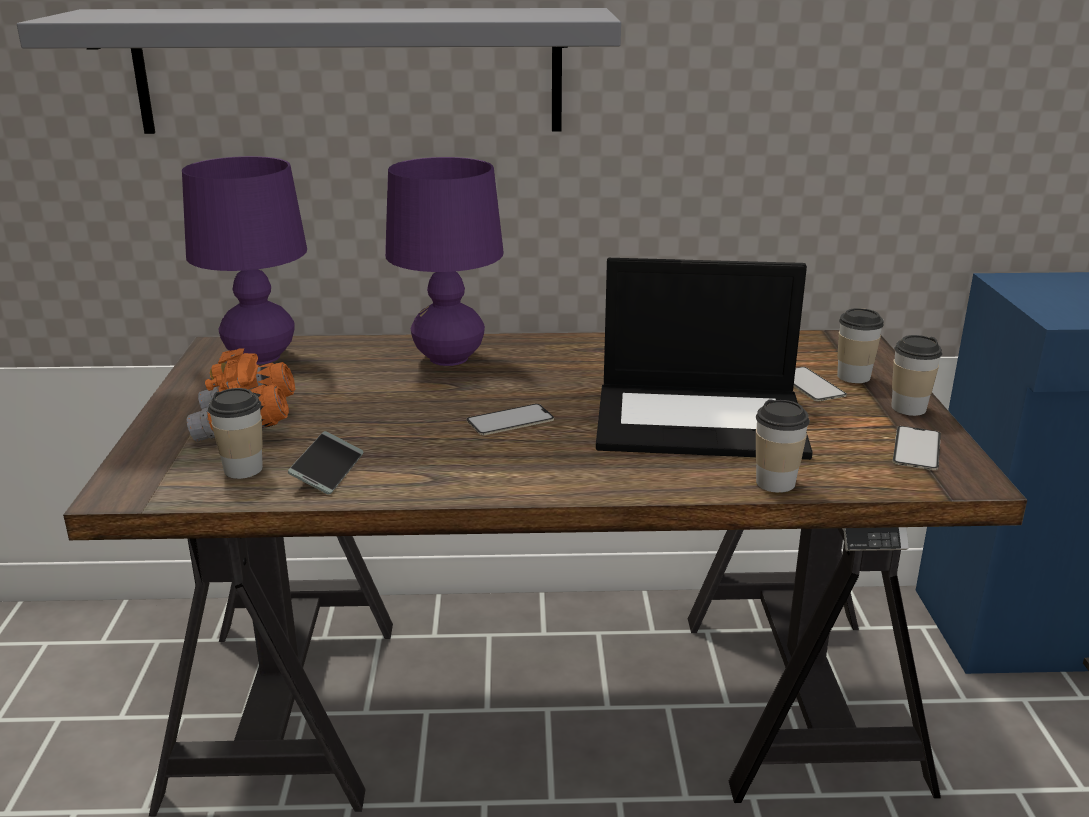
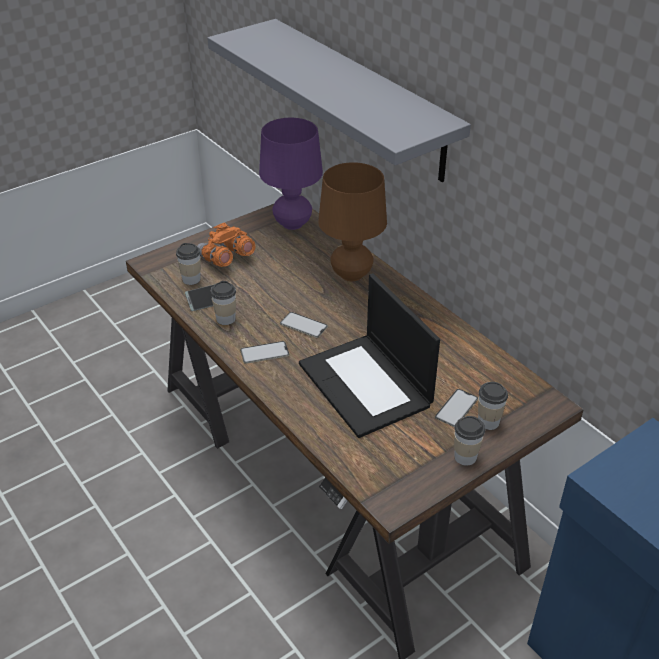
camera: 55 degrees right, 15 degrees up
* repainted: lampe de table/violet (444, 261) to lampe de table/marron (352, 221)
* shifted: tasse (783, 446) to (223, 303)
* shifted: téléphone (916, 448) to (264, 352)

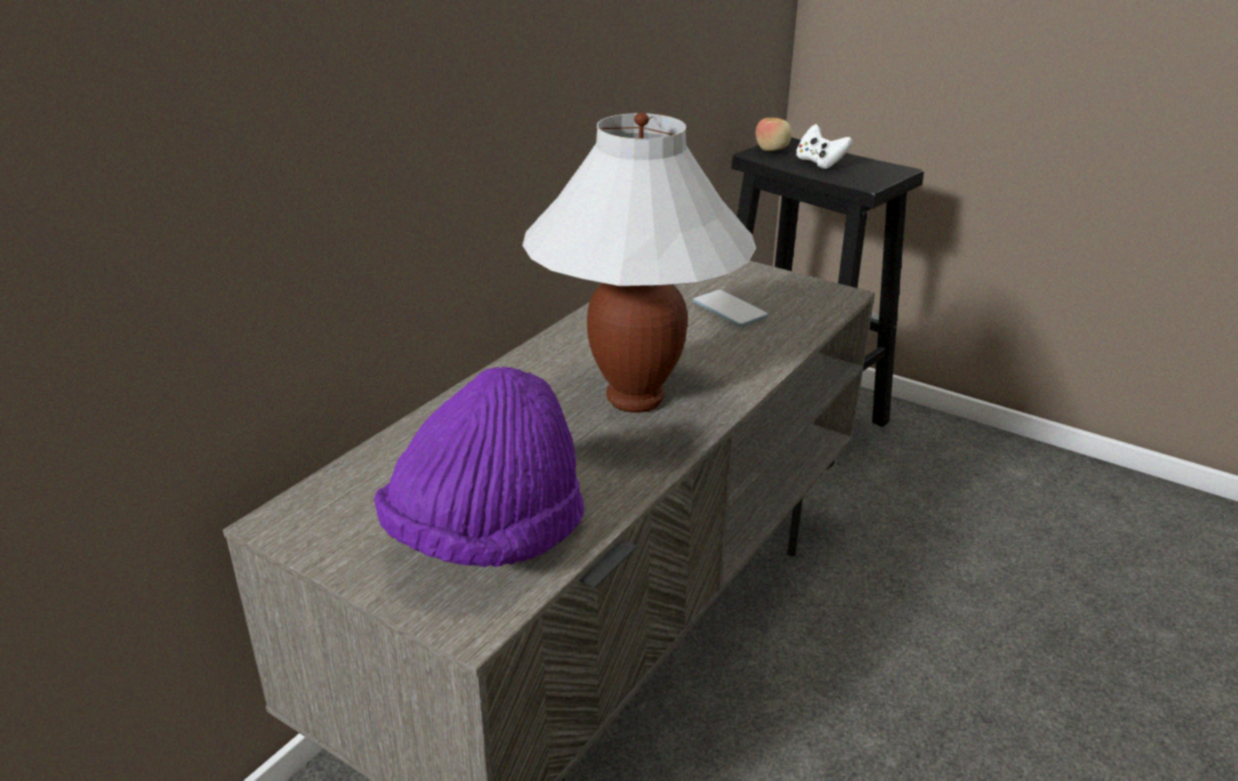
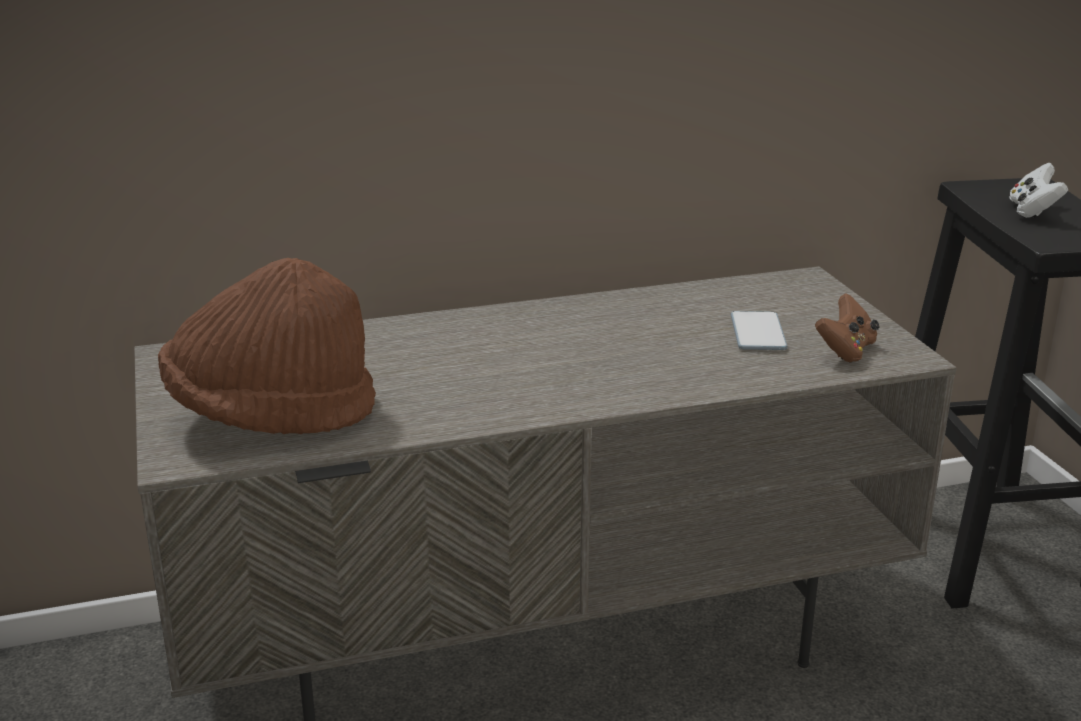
camera: 40 degrees right, 5 degrees down
* repainted: chapeau/violet (479, 467) to chapeau/marron (267, 346)
* gone: lampe de table/blanc (639, 263)
* gone: pomme (773, 134)
* new: manette/marron (847, 328)

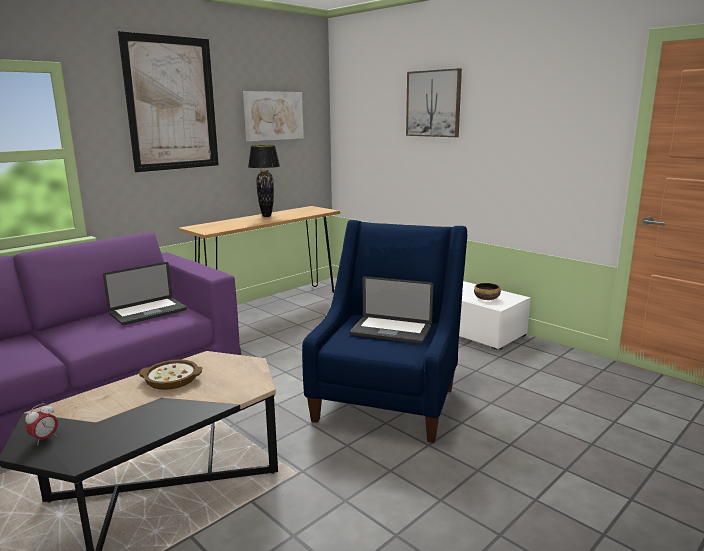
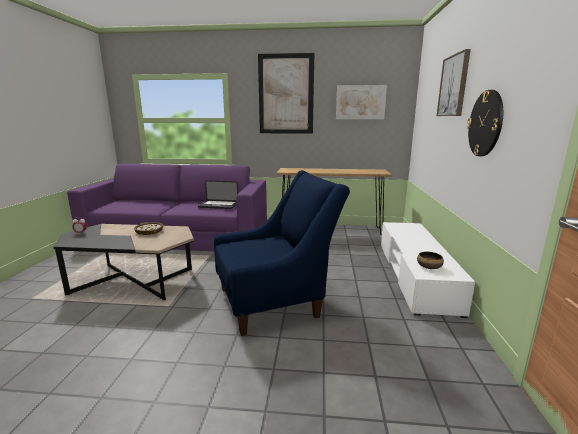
camera: 50 degrees right, 0 degrees up
* gone: lampe de table/noir (264, 181)
* gone: ordinateur portable (391, 310)
* new: horloge murale (485, 123)

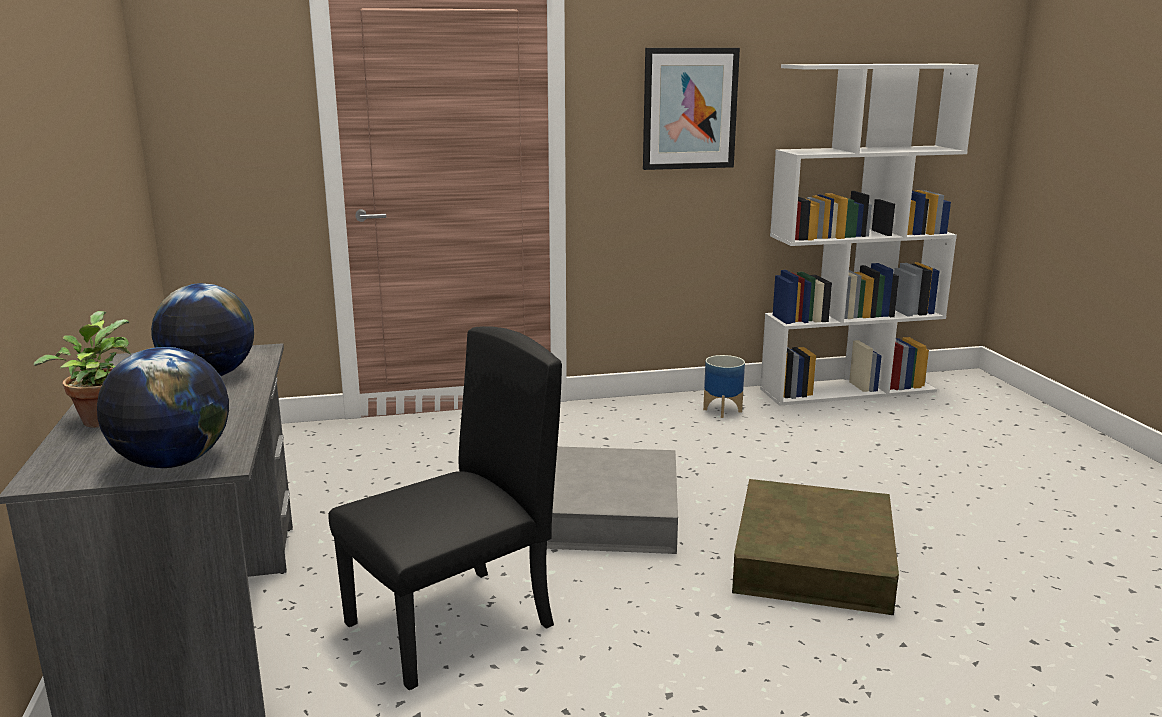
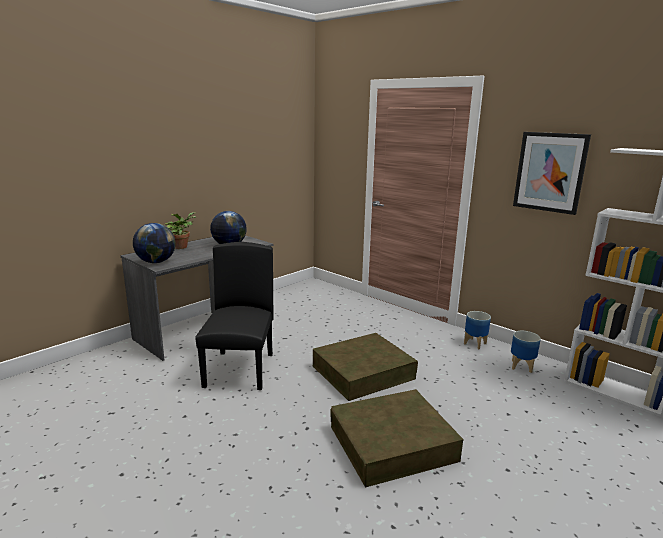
camera: 55 degrees right, 0 degrees up
* rotated: chaise/noir (445, 508) = (234, 316) 105 degrees counterclockwise
* repainted: boîte de rangement/gris (612, 500) to boîte de rangement/marron (365, 367)
* new: cache-pot (477, 330)

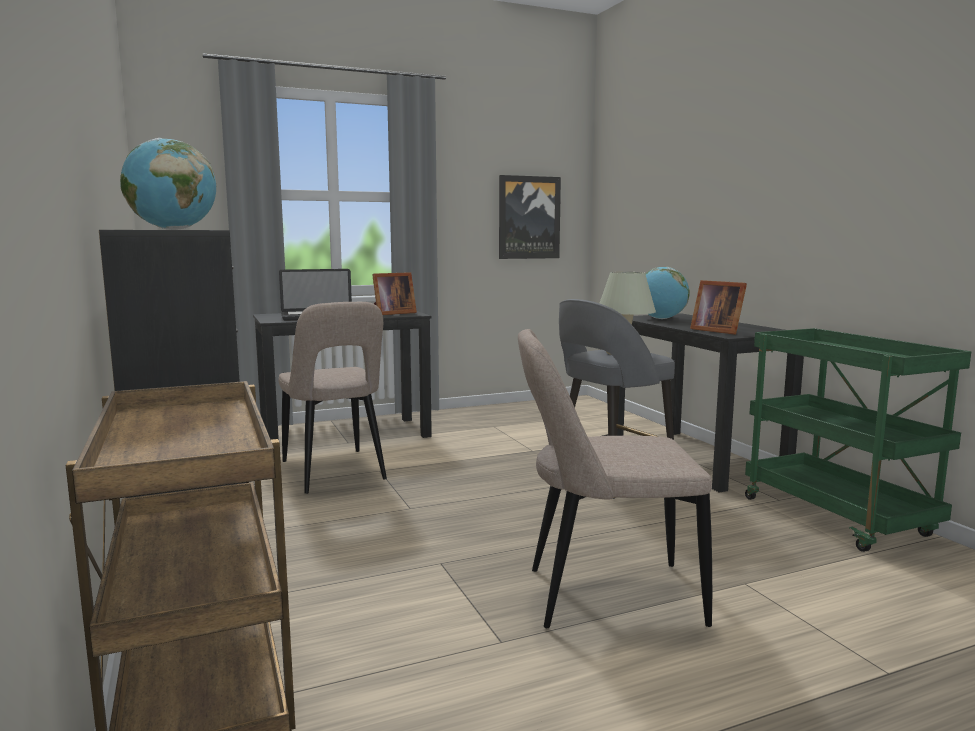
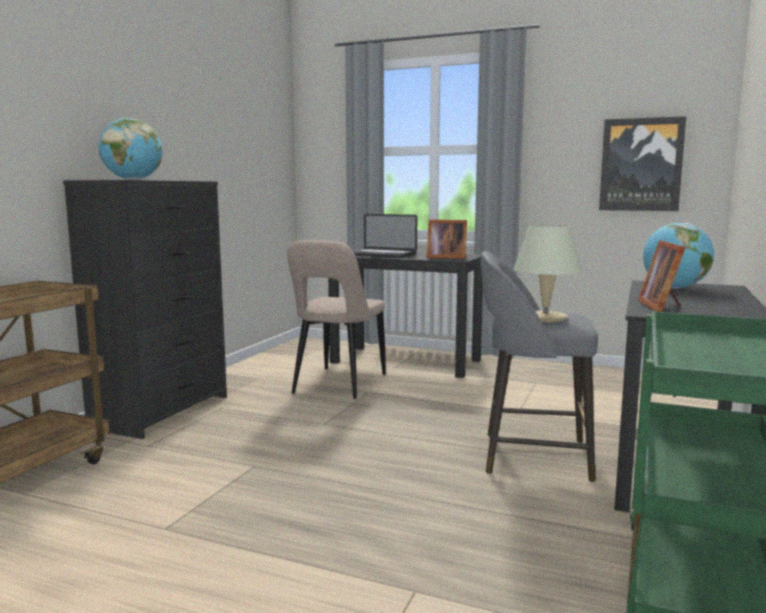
camera: 45 degrees right, 0 degrees up
* gone: chaise/beige (615, 478)

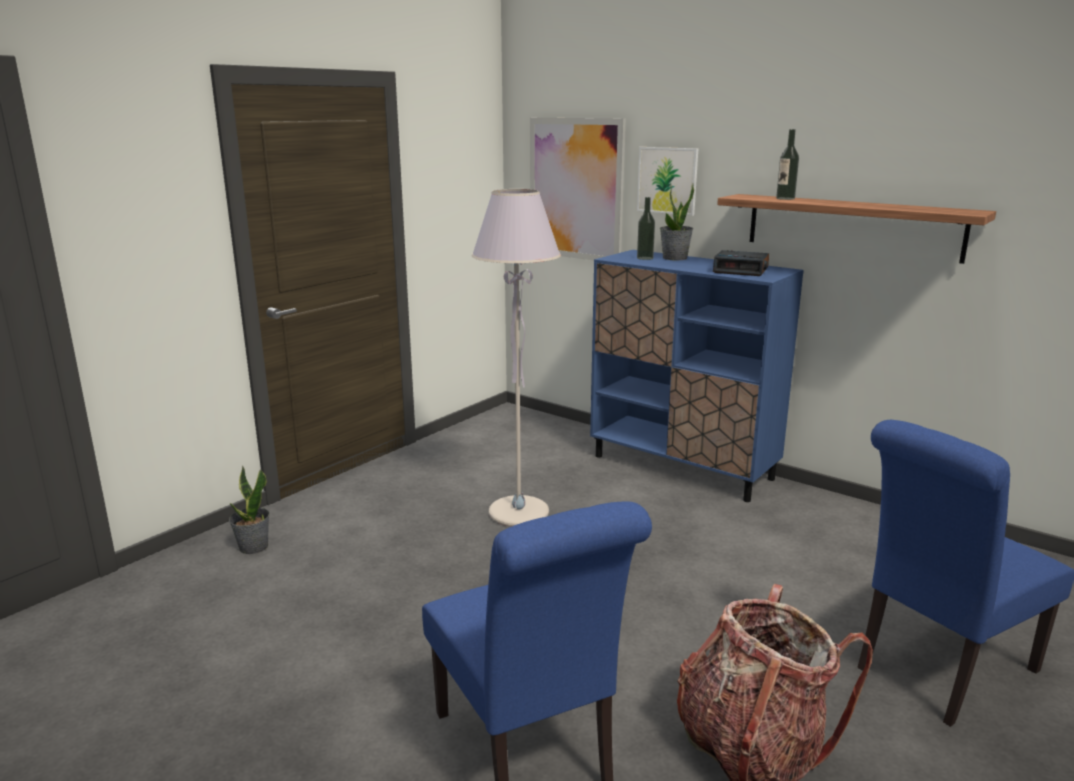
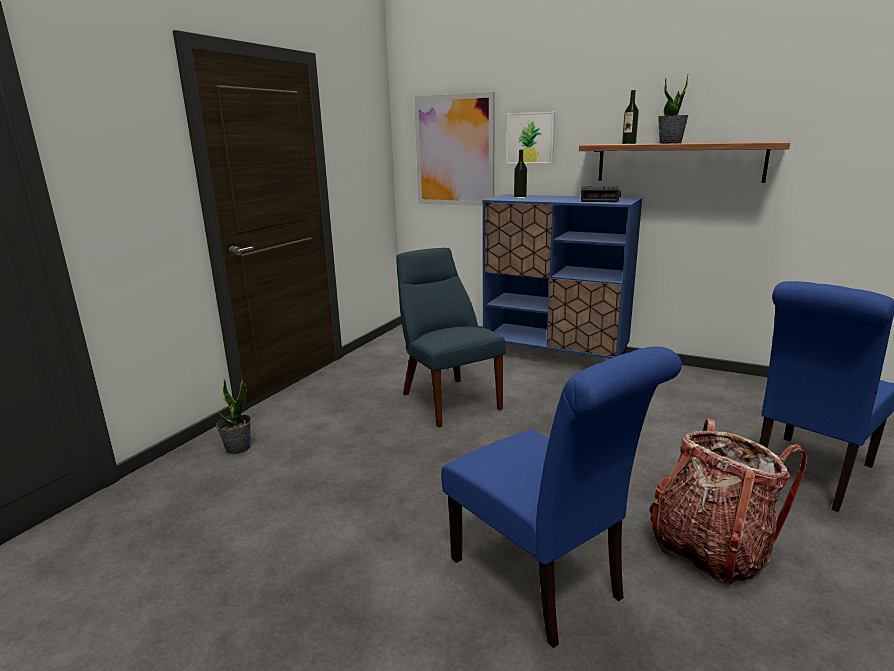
camera: 10 degrees left, 0 degrees up
* swapped: lampadaire/gris (516, 358) to chaise/bleu (451, 338)
* shifted: plante en pot (677, 221) to (673, 109)

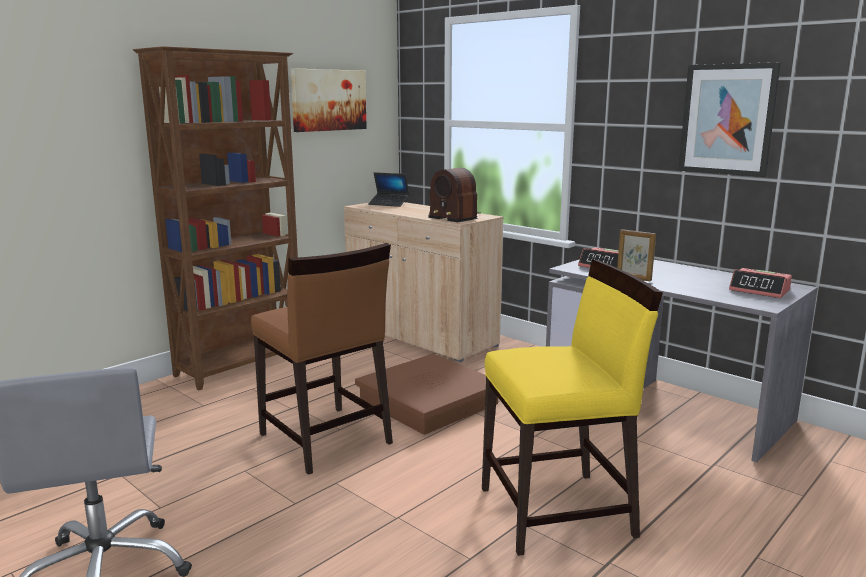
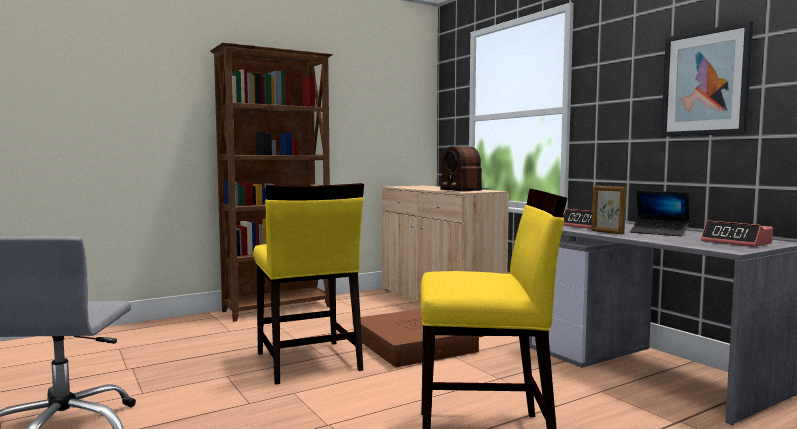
camera: 15 degrees right, 10 degrees down
* repainted: chaise/marron (322, 359) to chaise/jaune (308, 284)
* gone: tableau (328, 100)
* shifted: ordinateur portable (388, 189) to (659, 214)

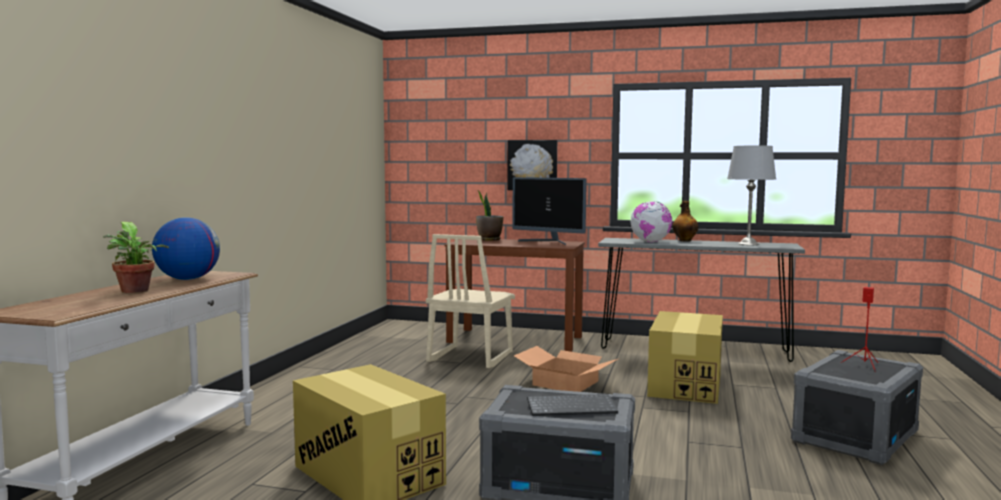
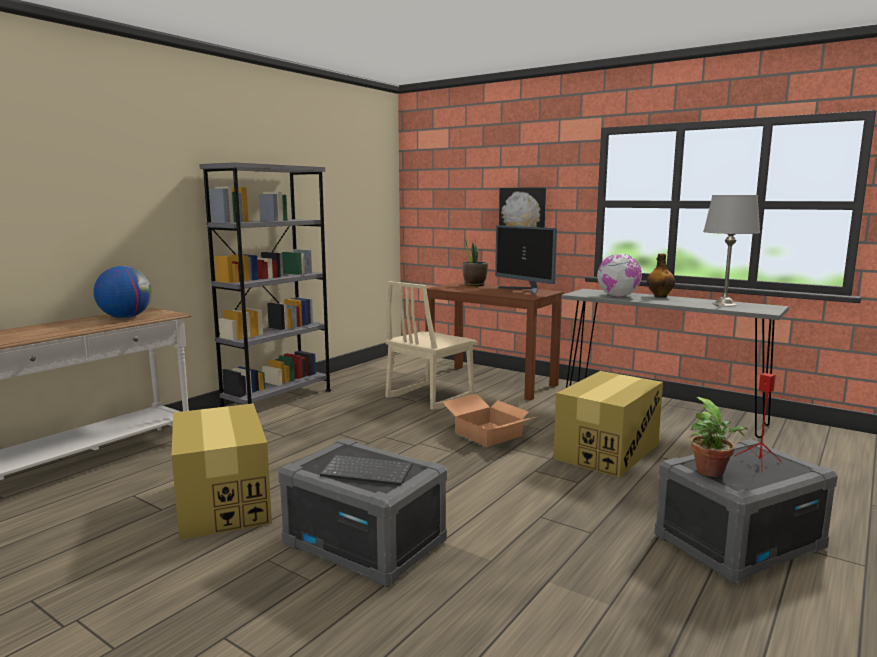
camera: 20 degrees right, 5 degrees up
* shifted: plante en pot (136, 257) to (718, 437)
* new: bibliothèque/gris (265, 284)

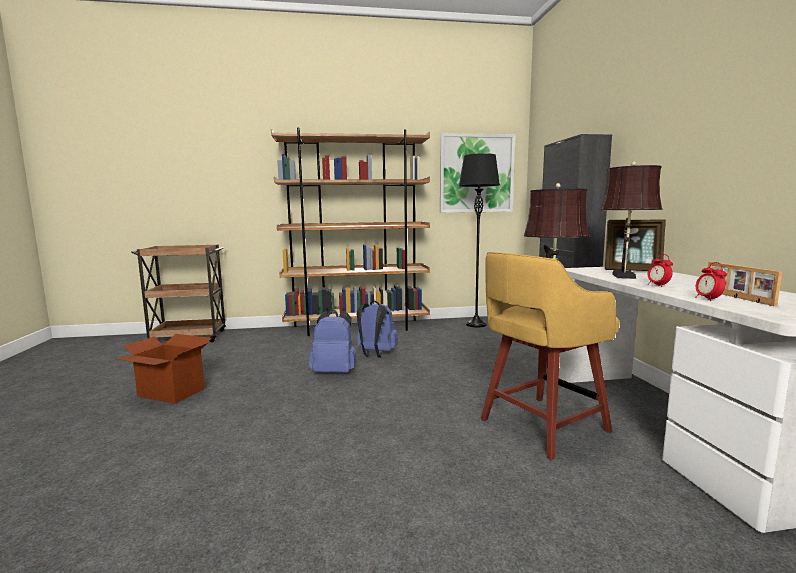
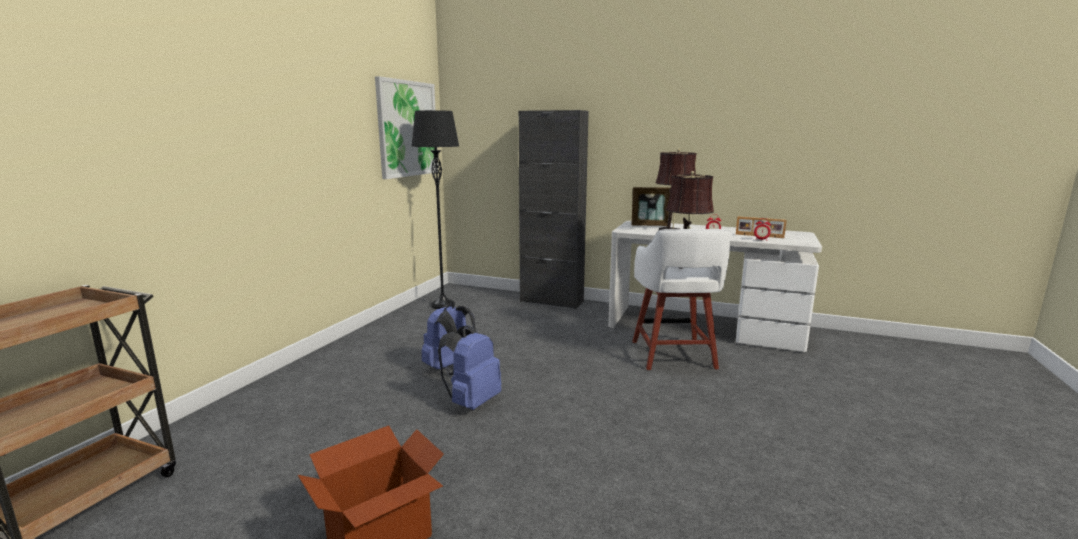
camera: 60 degrees left, 5 degrees up
* gone: bibliothèque/marron (350, 232)
* repainted: tabouret/jaune (550, 356) to tabouret/blanc (681, 299)
* rotated: cadre photo (635, 245) = (651, 206) 45 degrees clockwise

